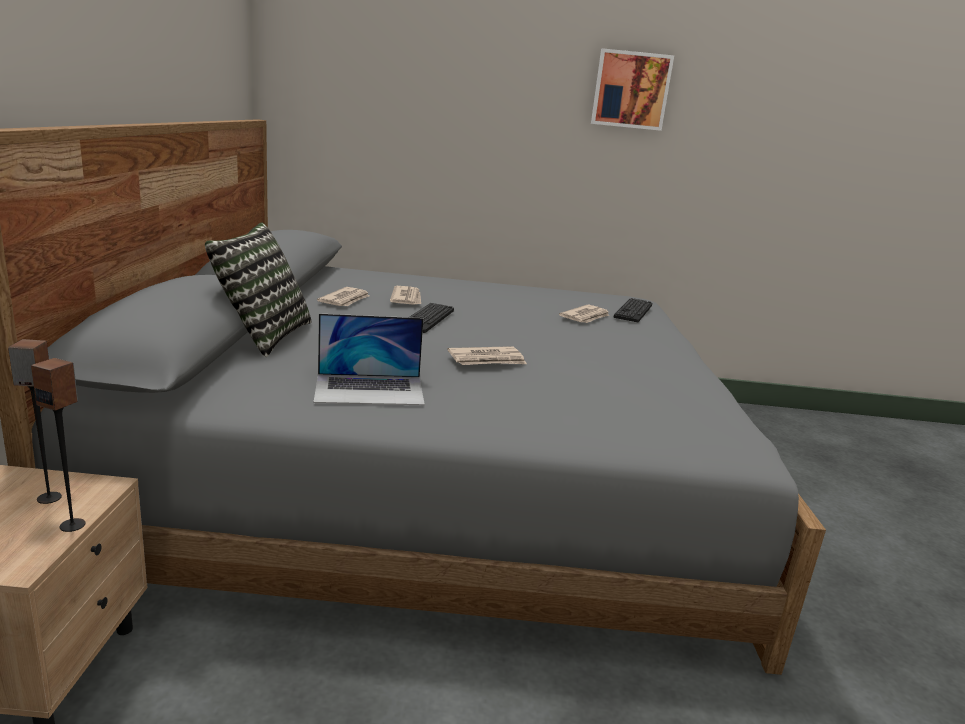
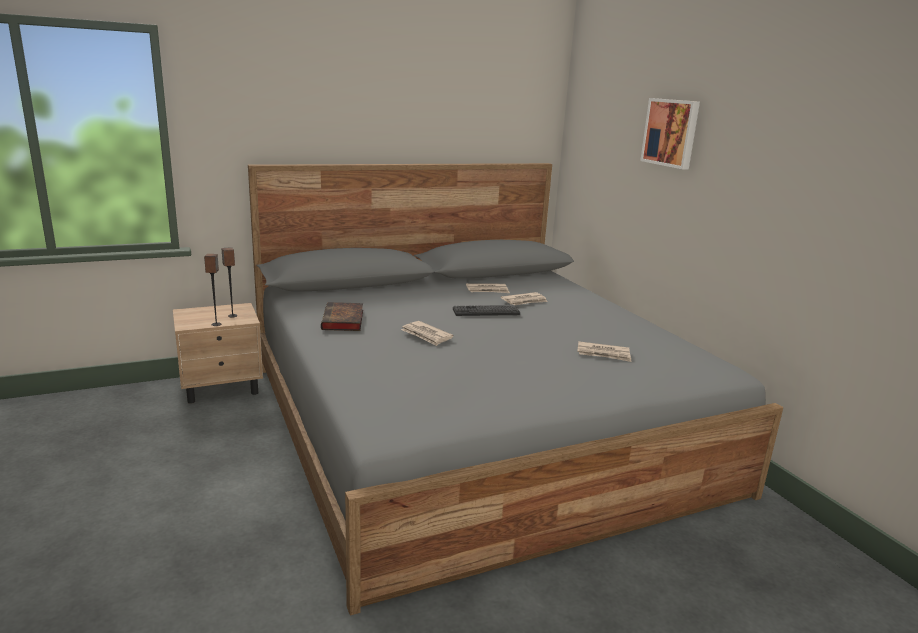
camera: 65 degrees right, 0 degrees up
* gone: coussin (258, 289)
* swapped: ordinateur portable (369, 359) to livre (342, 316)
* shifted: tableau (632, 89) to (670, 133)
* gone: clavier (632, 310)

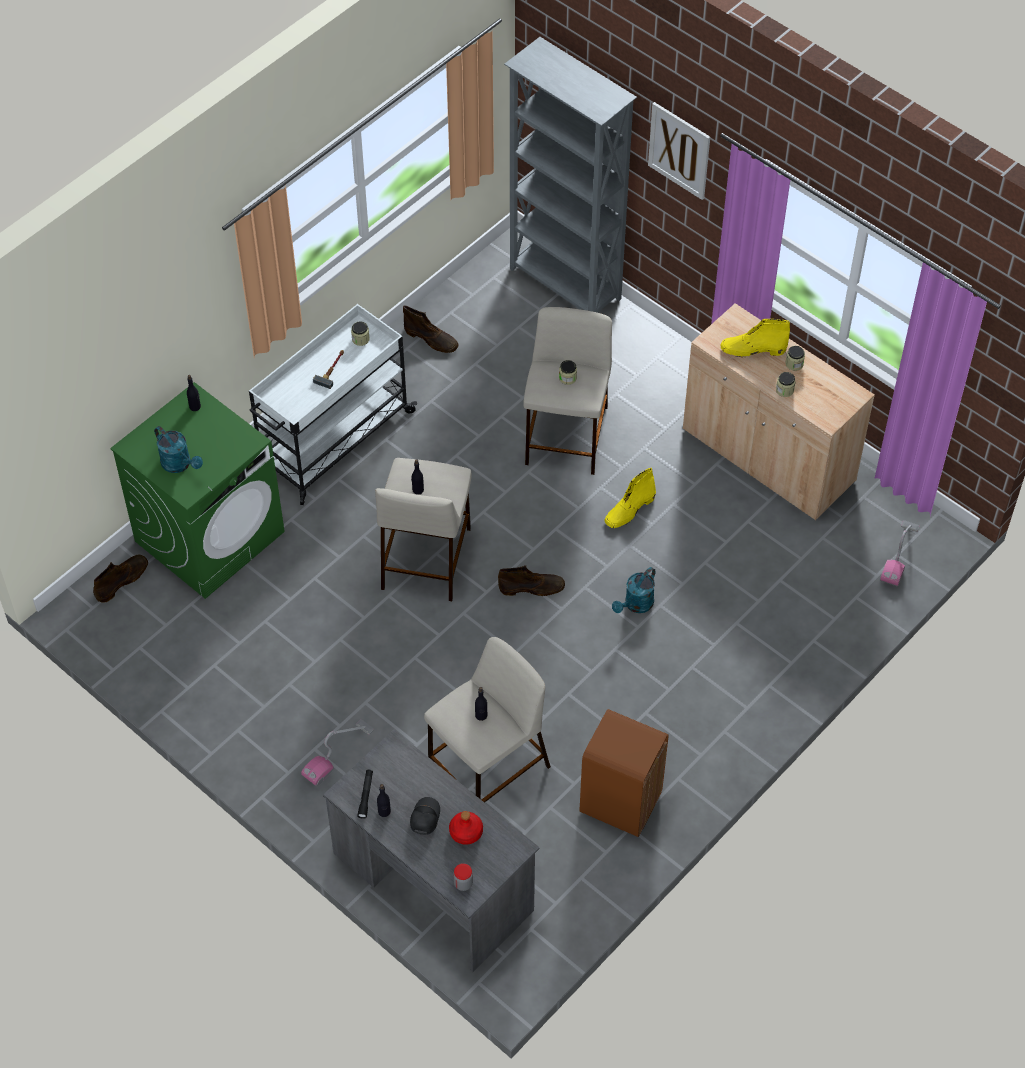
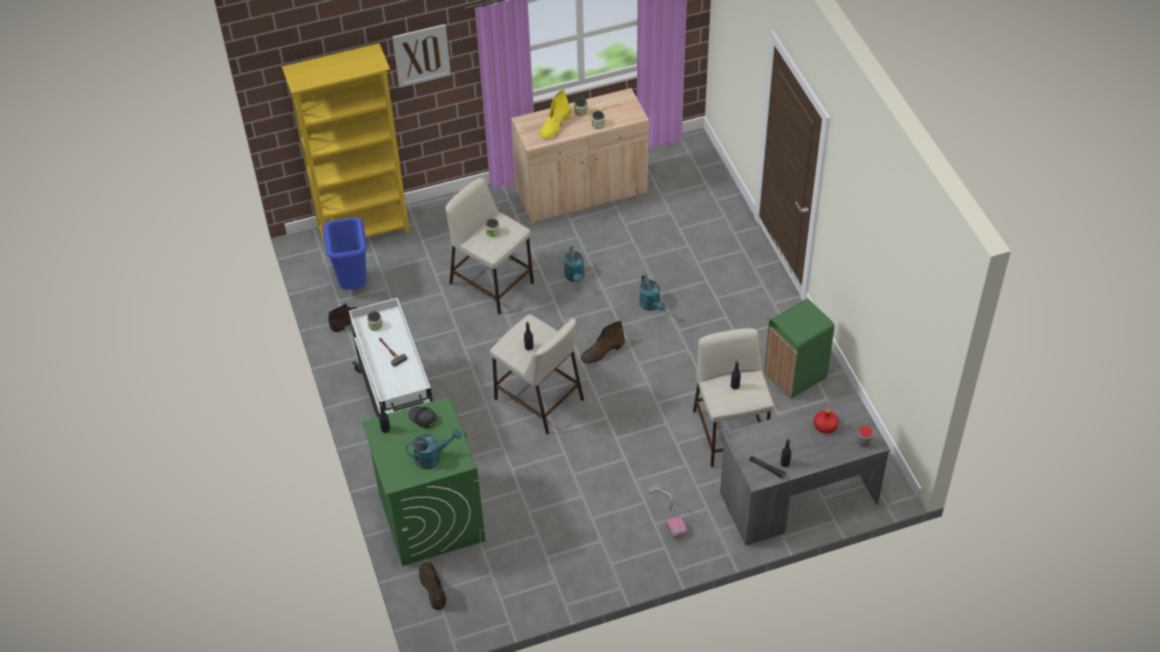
camera: 60 degrees left, 5 degrees down
* shifted: casquette/noir (425, 816) to (422, 417)
* rotated: botte/marron (531, 580) = (603, 342) 150 degrees counterclockwise
* repainted: bibliothèque/gris (570, 175) to bibliothèque/jaune (346, 146)
* repainted: poubelle/marron (624, 773) to poubelle/vert (799, 349)
* swapped: botte/jaune (630, 498) to arrosoir/turquoise (574, 264)
* gone: aspirateur (899, 553)
* new: poubelle/bleu (345, 253)

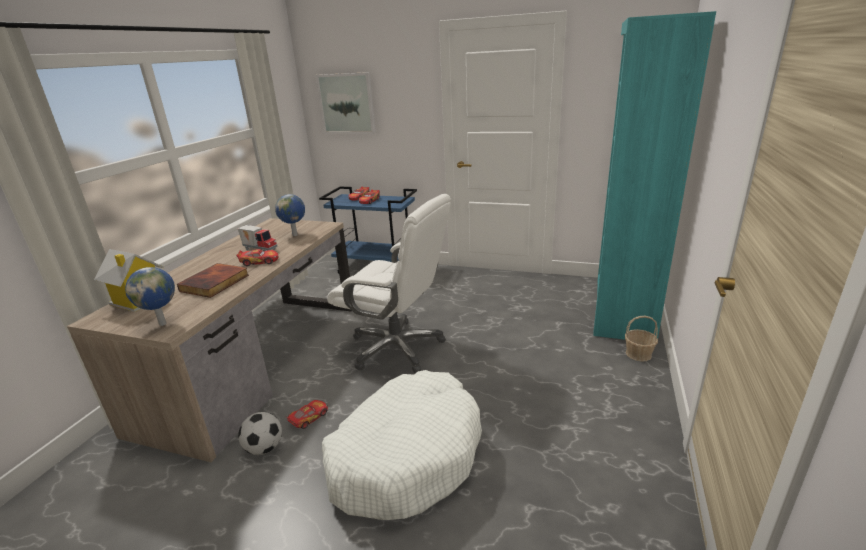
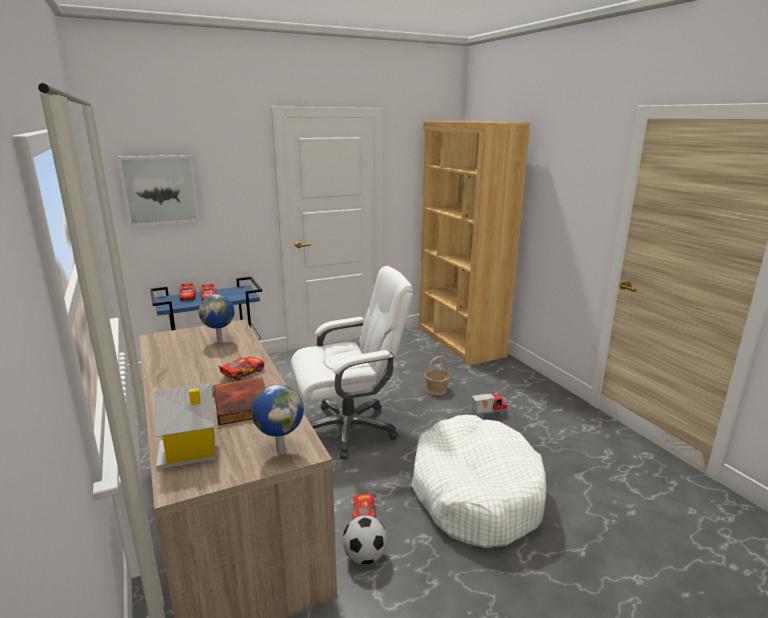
camera: 45 degrees left, 5 degrees down
* shifted: camion jouet (257, 238) to (489, 405)
* repainted: bibliothèque/turquoise (654, 175) to bibliothèque/marron (474, 243)
* shifted: panier (641, 339) to (437, 375)

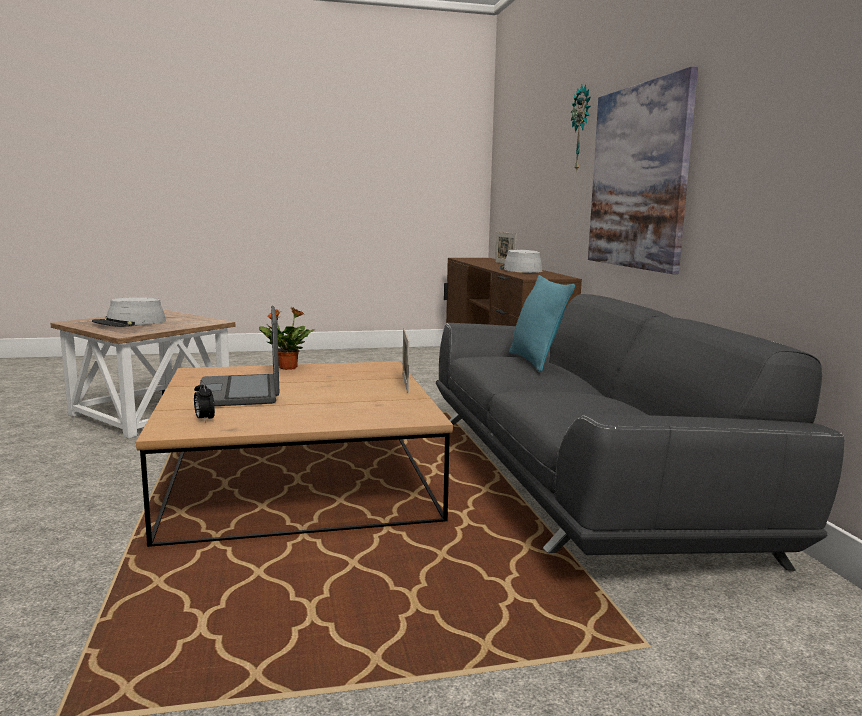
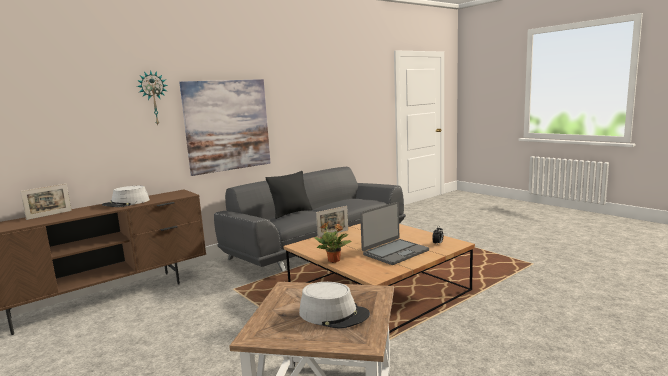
camera: 115 degrees left, 0 degrees up
* repainted: coussin/turquoise (542, 323) to coussin/noir (289, 195)

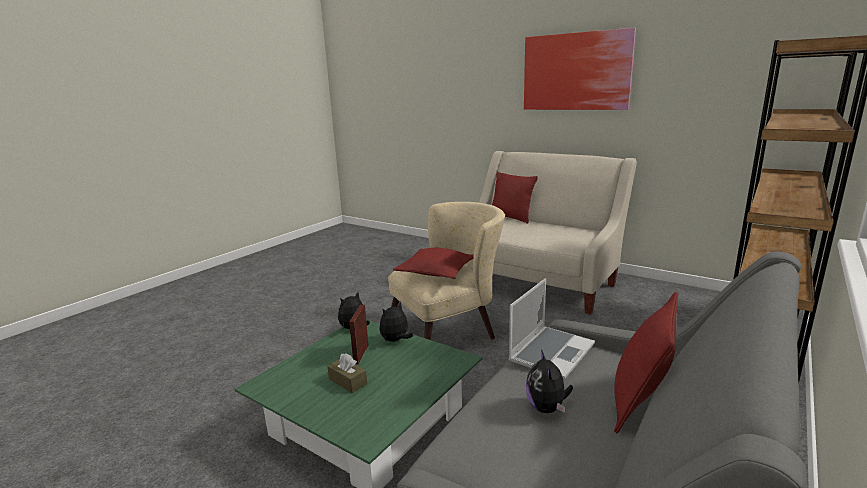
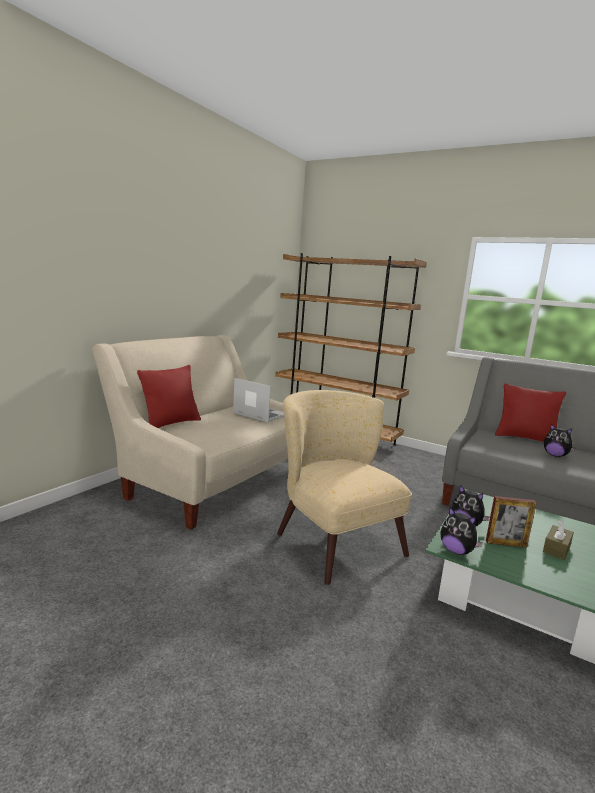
camera: 95 degrees left, 5 degrees down
* gone: coussin/rouge (433, 263)
* shifted: ordinateur portable (551, 329) to (258, 400)
* gone: tableau (580, 69)
* rotated: peluche (549, 381) = (559, 440) 45 degrees clockwise

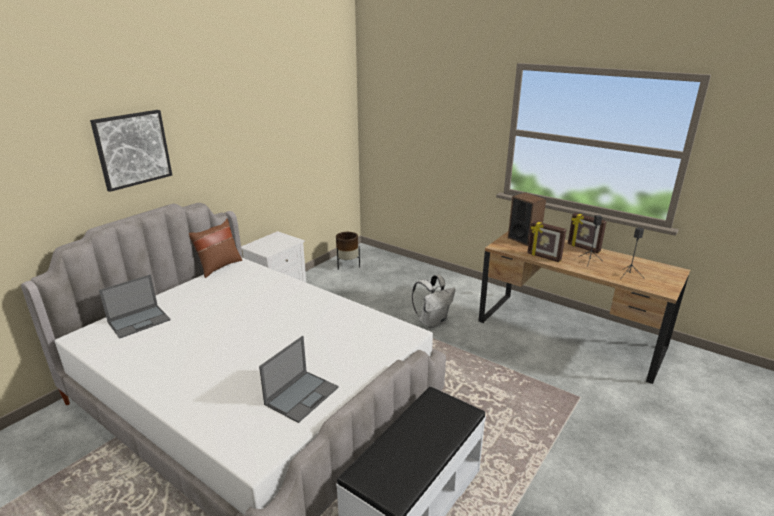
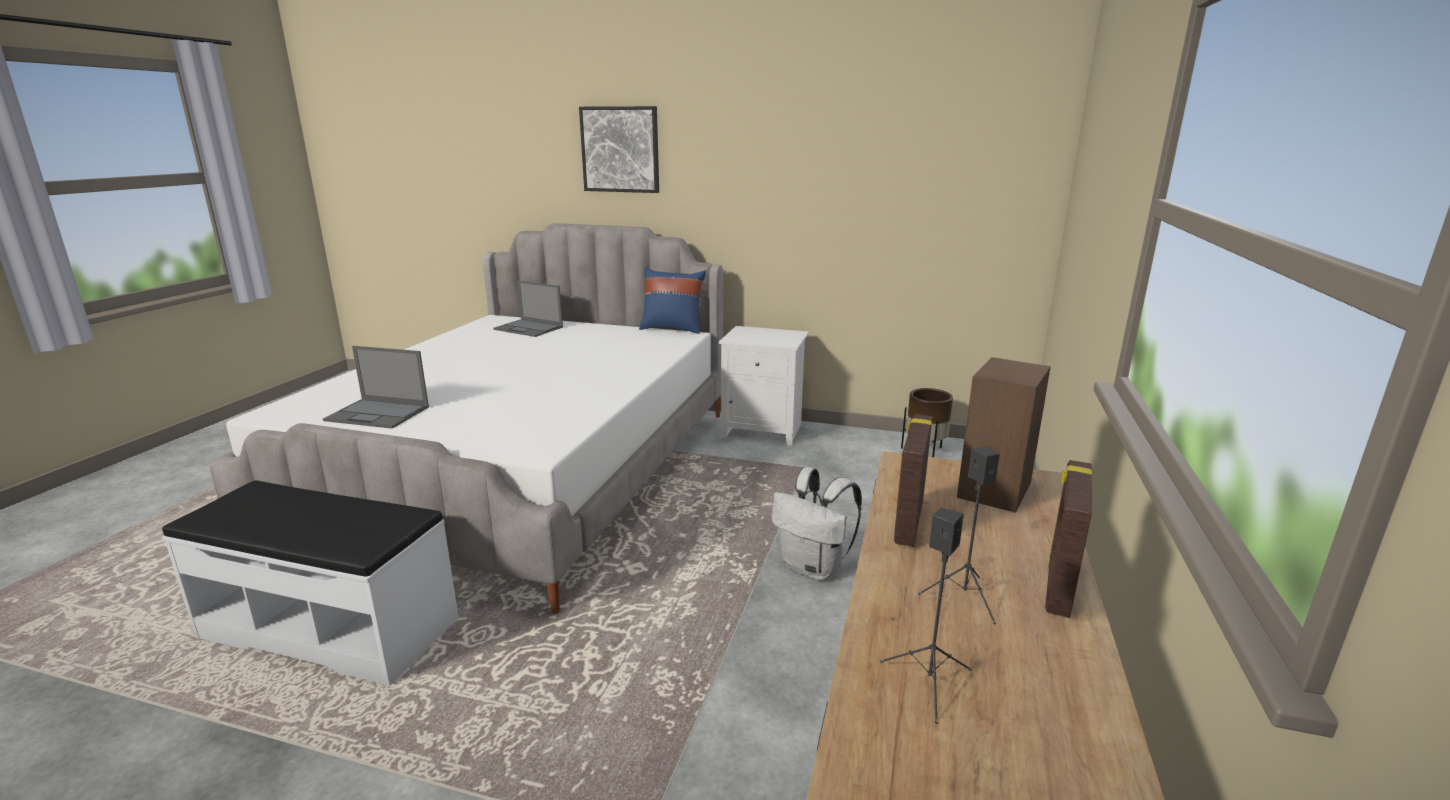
camera: 70 degrees right, 5 degrees down
* repainted: coussin/marron (215, 248) to coussin/bleu (672, 301)

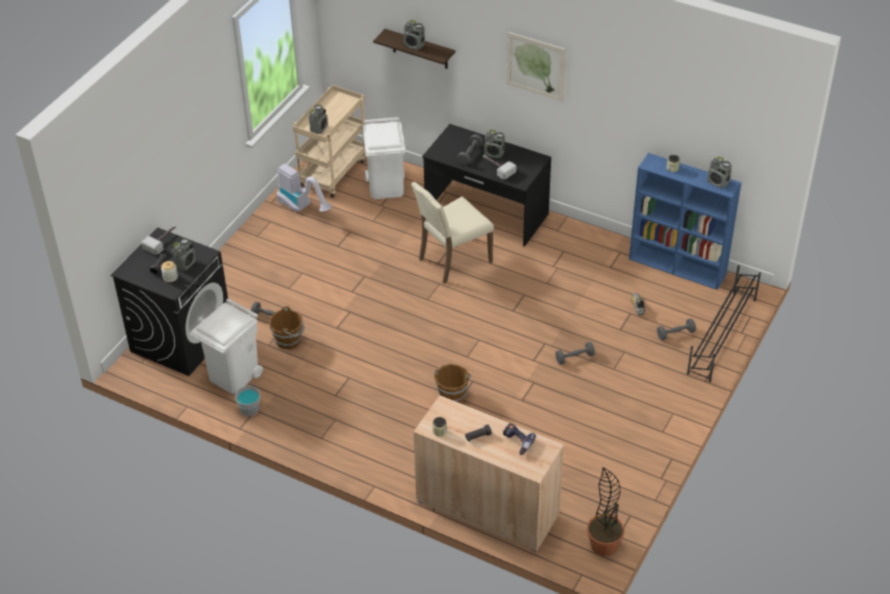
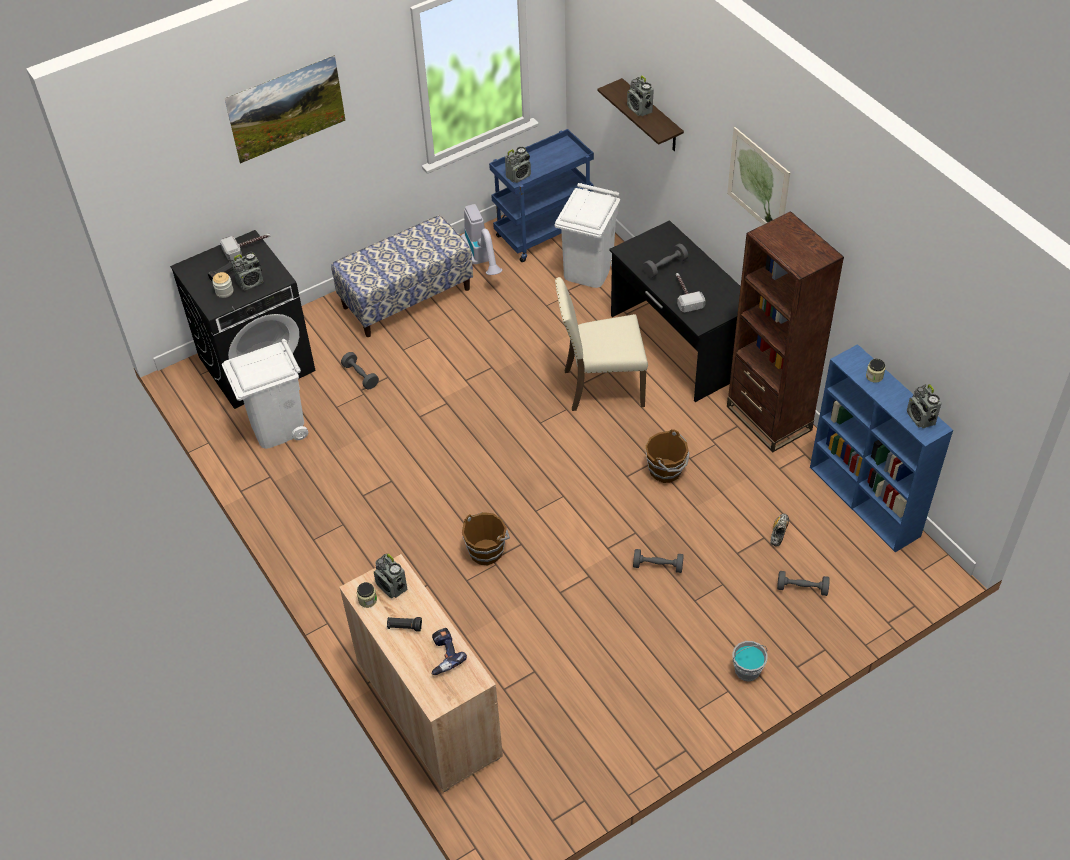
camera: 30 degrees right, 5 degrees up
* shifted: seau/gris (248, 400) to (750, 661)
* shifted: seau/marron (287, 327) to (667, 456)
* repainted: chariot/beige (329, 141) to chariot/bleu (541, 195)
* shifted: radio (495, 144) to (390, 576)
* gone: plante en pot (606, 511)
* gone: étagère à chaussures/noir (724, 323)
* new: tableau (285, 109)
* new: banc (402, 276)
* new: bibliothèque/marron (785, 332)

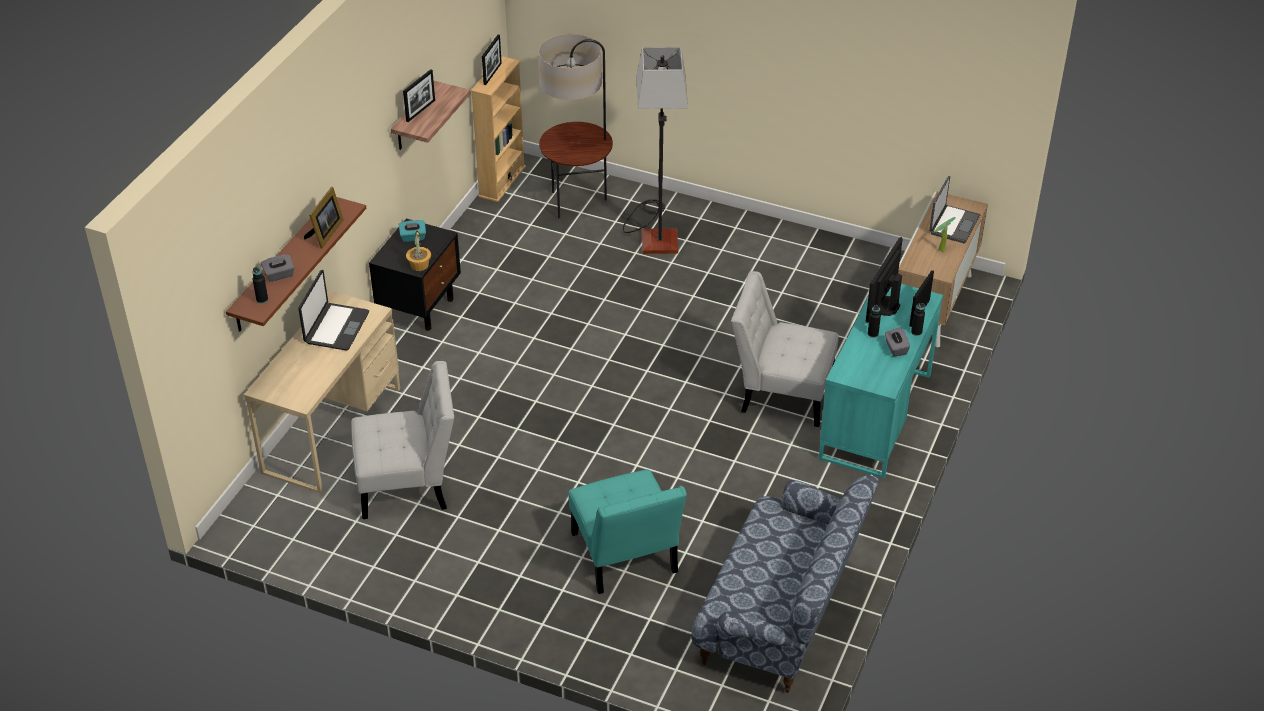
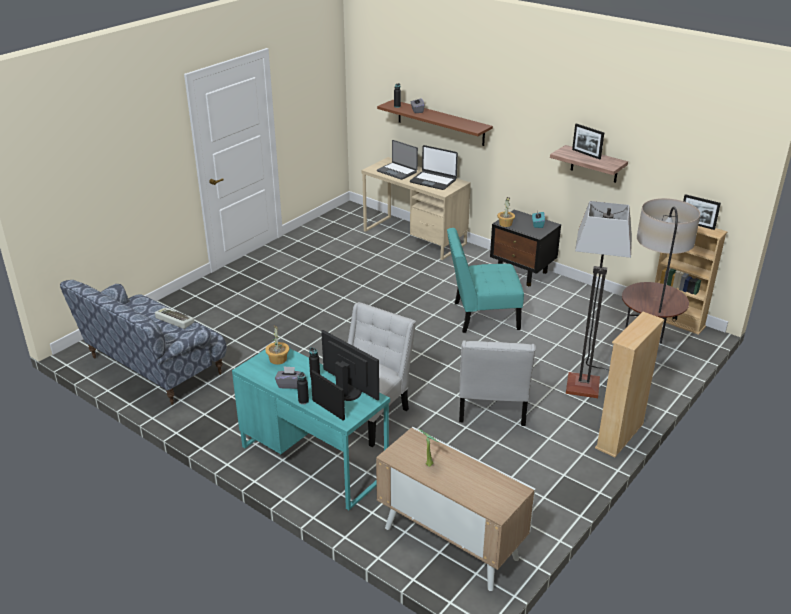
camera: 105 degrees right, 10 degrees down
* gone: cadre photo (324, 218)
* shifted: chaise/blanc (402, 440) to (497, 383)
* shifted: chaise/turquoise (628, 532) to (485, 280)
* shifted: ordinateur portable (954, 210) to (397, 160)
* new: clavier (174, 318)
* new: plante en pot (277, 345)
* new: bibliothèque/beige (629, 384)

